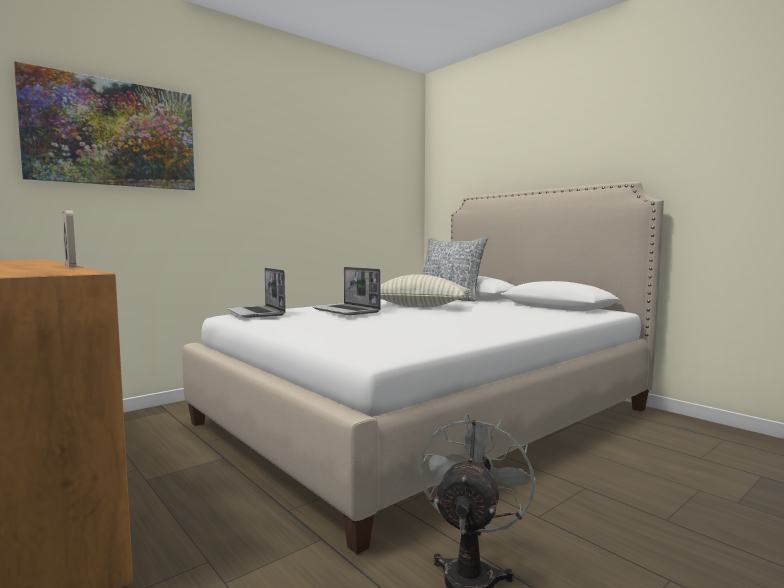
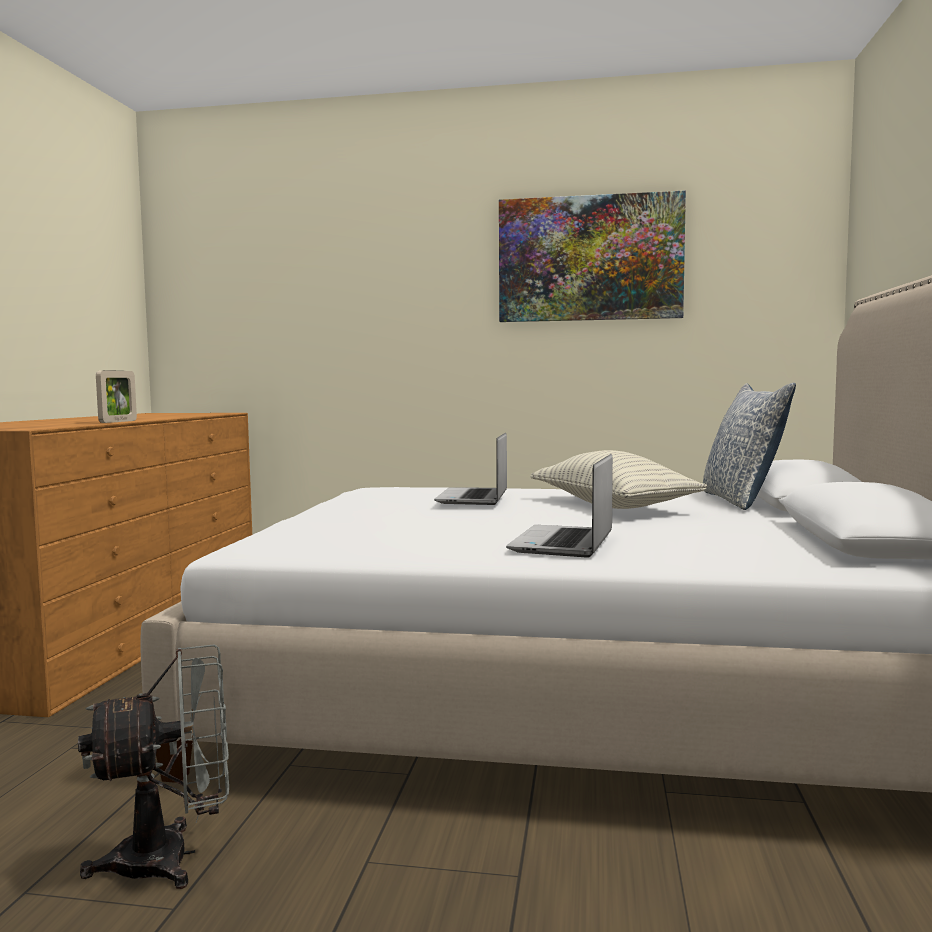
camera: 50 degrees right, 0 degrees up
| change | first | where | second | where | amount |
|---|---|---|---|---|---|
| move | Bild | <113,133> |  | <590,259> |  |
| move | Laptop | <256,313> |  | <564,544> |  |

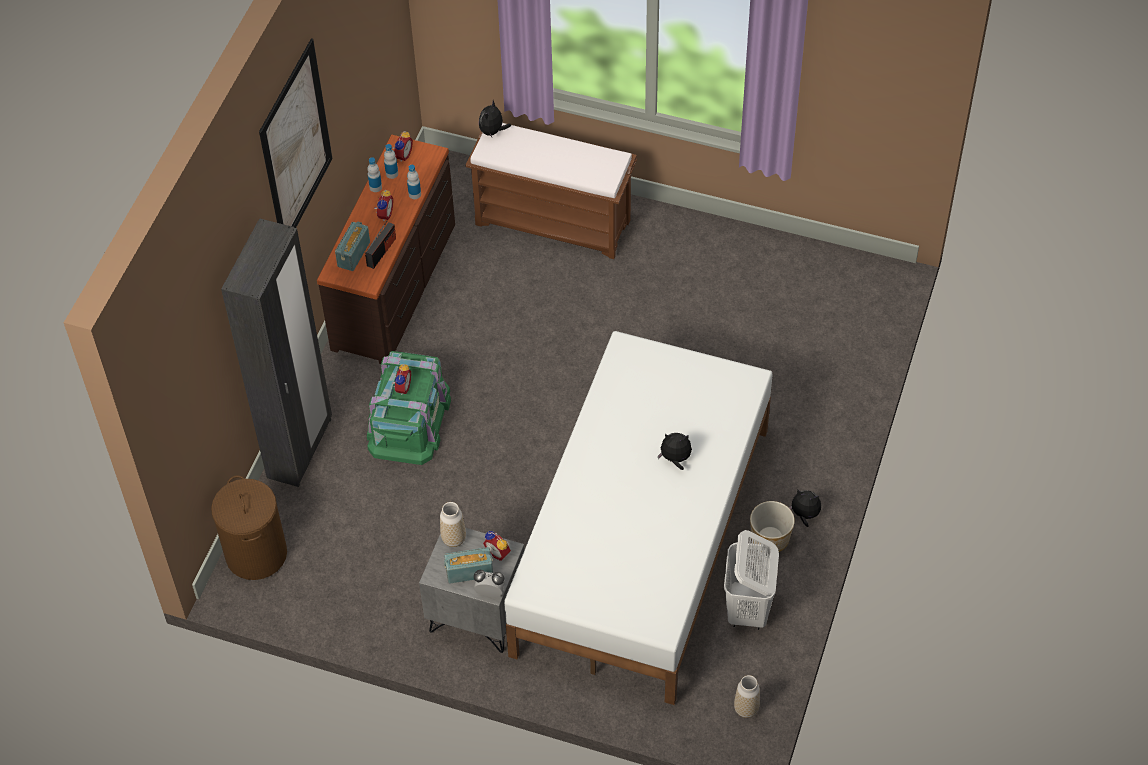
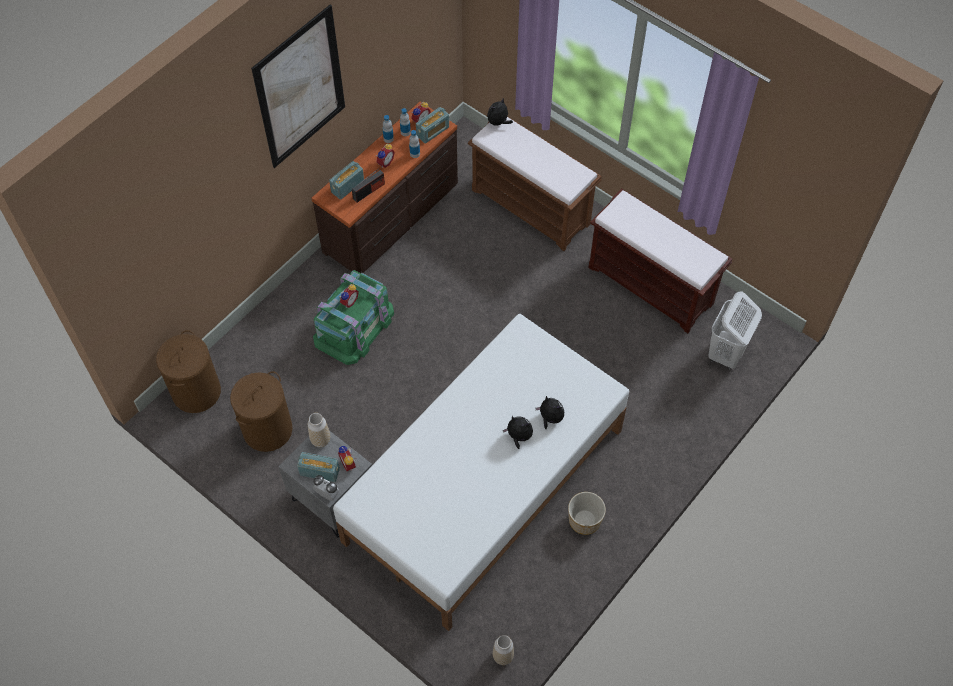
camera: 20 degrees right, 5 degrees up
| change | first | where | second | where | amount |
|---|---|---|---|---|---|
| delete | Kleiderschrank/schwarz | <300,449> |  |  |  |
| move | Wäschekorb/weiß | <748,610> |  | <726,353> |  |
| move | Plüschtier | <804,515> |  | <550,418> |  |
| insert |  |  | Wäschekorb/braun | <267,430> |  |
| insert |  |  | Radio | <433,131> |  |
| insert |  |  | Bank/braun | <652,286> |  |

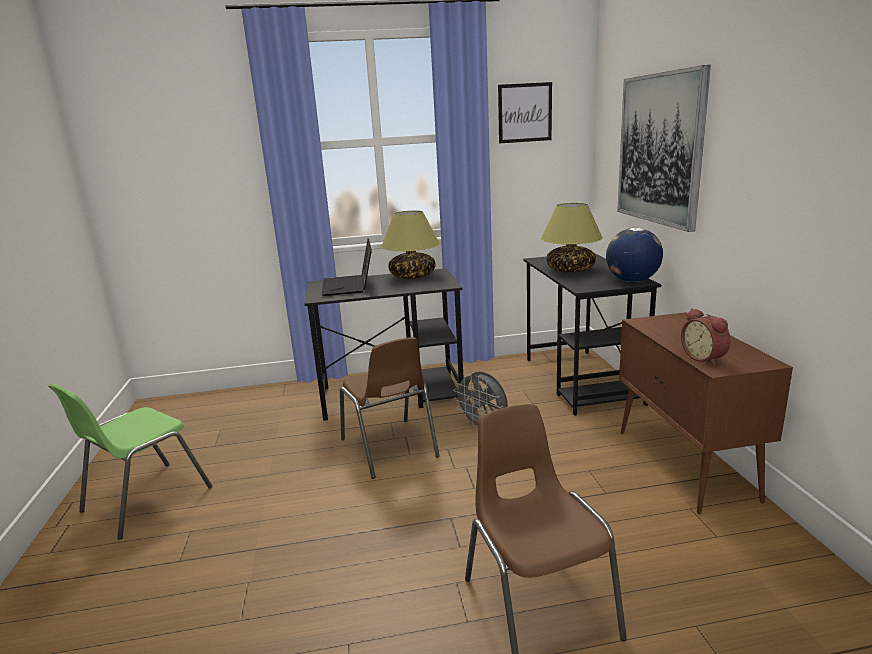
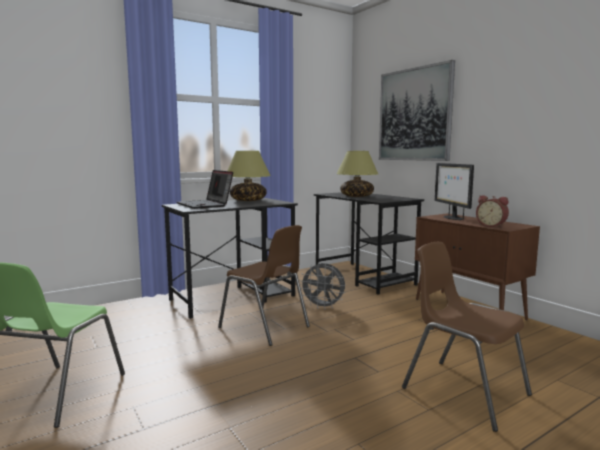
camera: 25 degrees left, 10 degrees down
| change | first | where | second | where | amount |
|---|---|---|---|---|---|
| delete | Bild | <525,113> |  |  |  |
| delete | Globus | <632,281> |  |  |  |
| insert |  |  | Monitor | <452,218> |  |

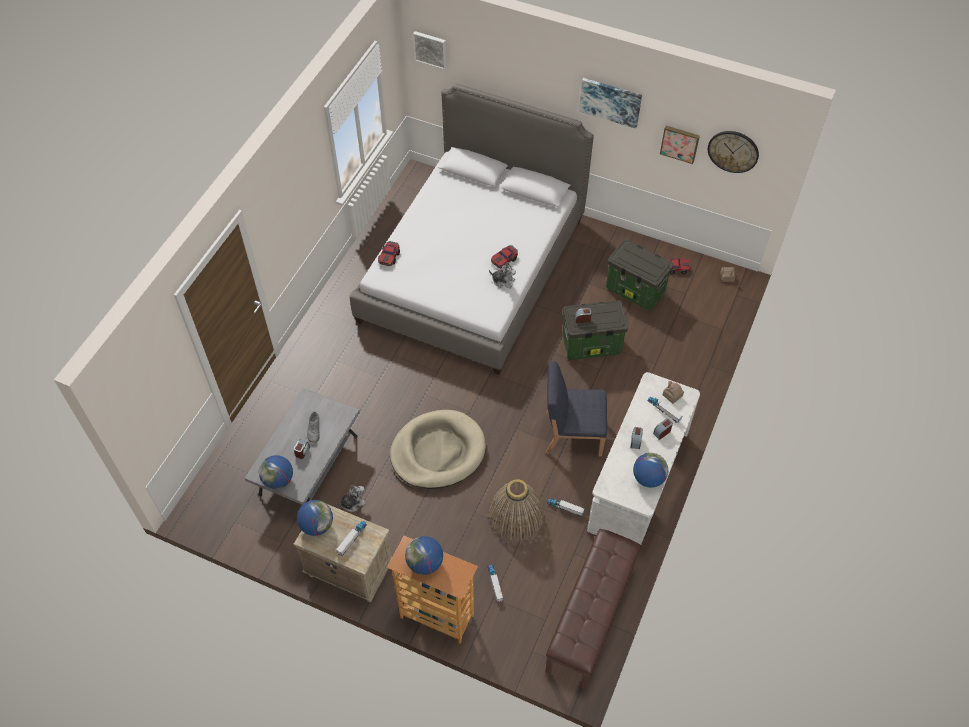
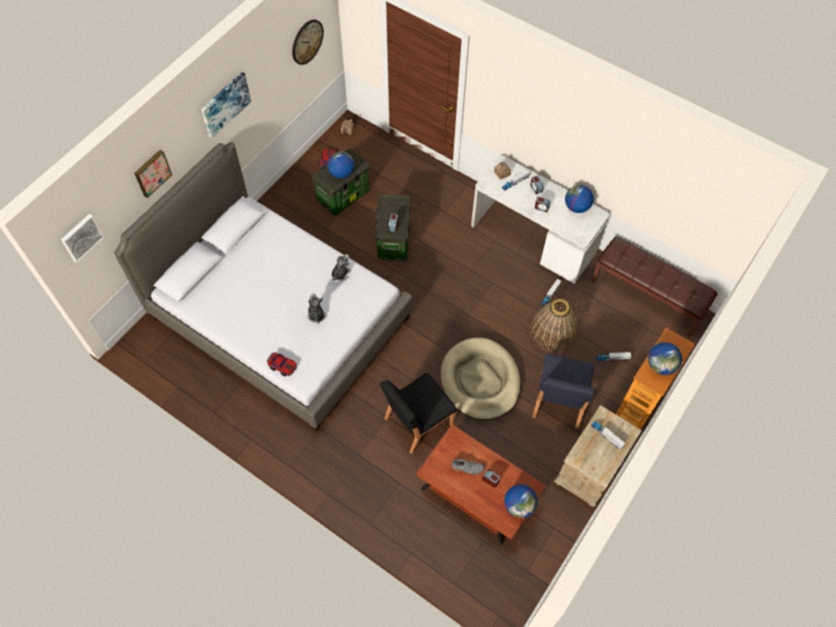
camera: 80 degrees left, 5 degrees up
| change | first | where | second | where | amount |
|---|---|---|---|---|---|
| recolor | Couchtisch/grau | <309,466> | Couchtisch/braun | <476,494> |  |
| move | Globus | <317,525> |  | <341,173> |  |
| move | Plüschtier | <352,502> |  | <316,315> |  |
| delete | Spielzeugauto | <504,259> |  |  |  |
| move | Stuhl/blau | <572,433> |  | <558,400> |  |
| move | Bild | <680,143> |  | <152,172> |  |
| insert |  |  | Stuhl/schwarz | <417,422> |  |

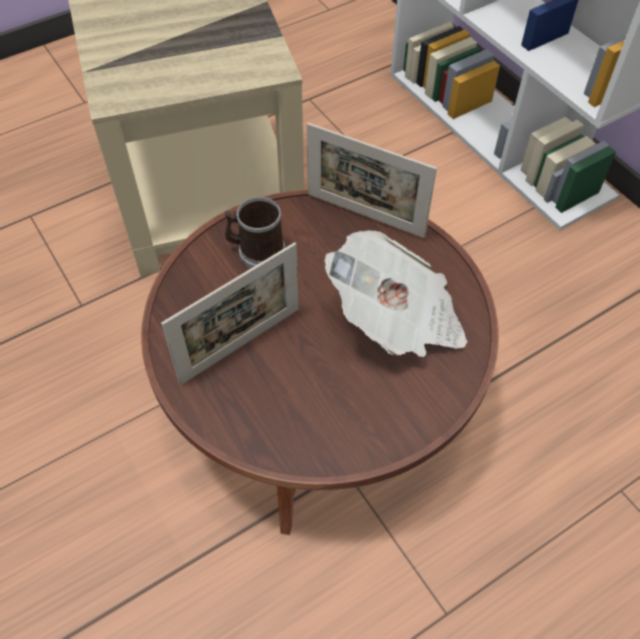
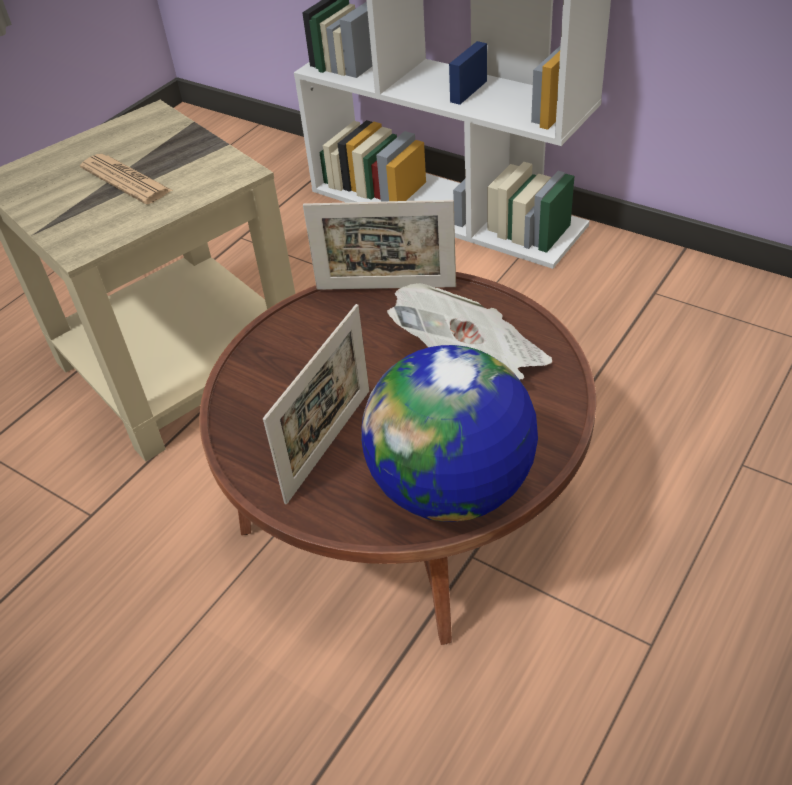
camera: 20 degrees left, 10 degrees down
| change | first | where | second | where | amount |
|---|---|---|---|---|---|
| delete | Henkelbecher | <256,251> |  |  |  |
| insert |  |  | Zeitung | <126,180> |  |
| insert |  |  | Globus | <451,489> |  |

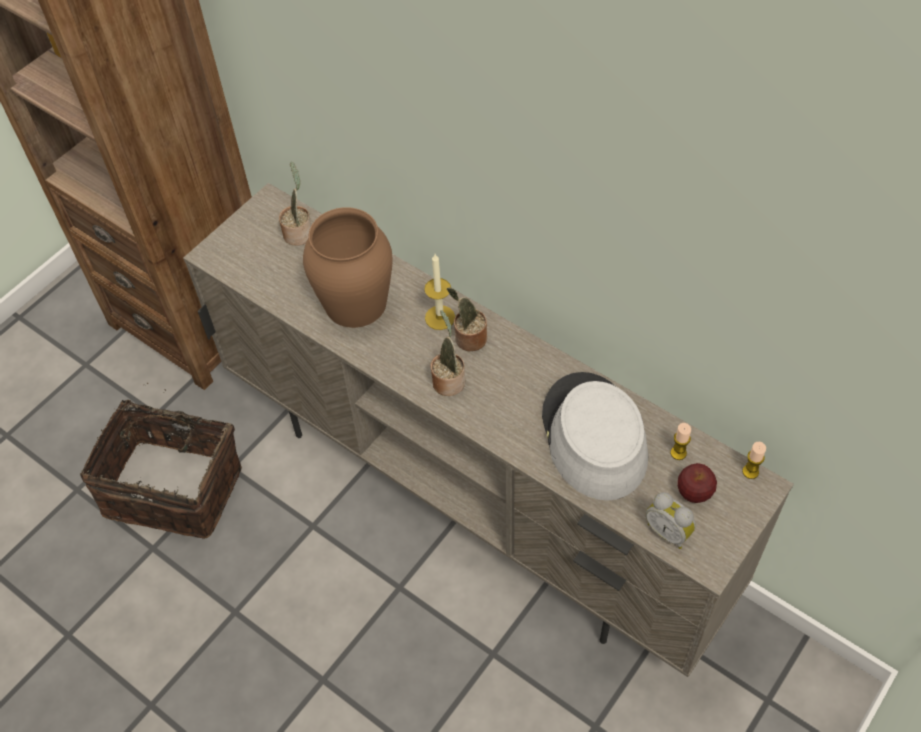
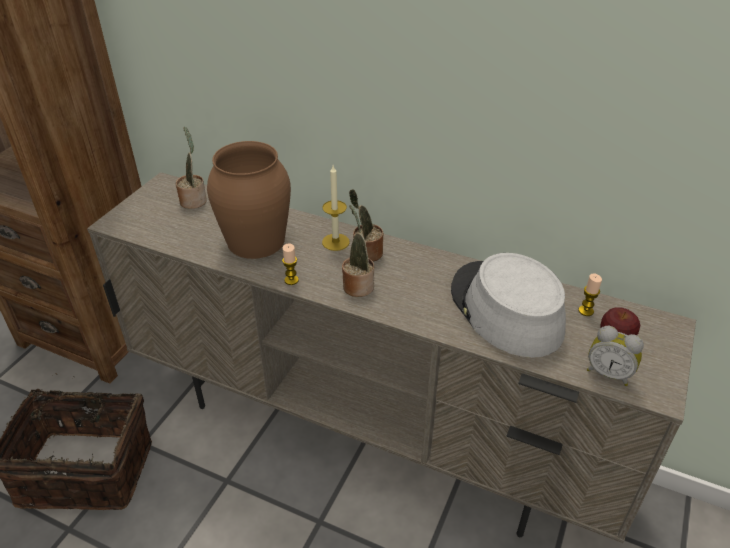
camera: 15 degrees left, 15 degrees down
| change | first | where | second | where | amount |
|---|---|---|---|---|---|
| move | Kerze | <750,472> |  | <291,280> |  |

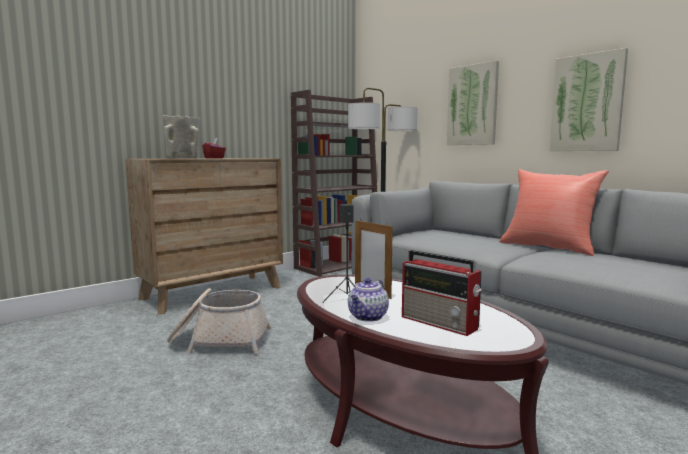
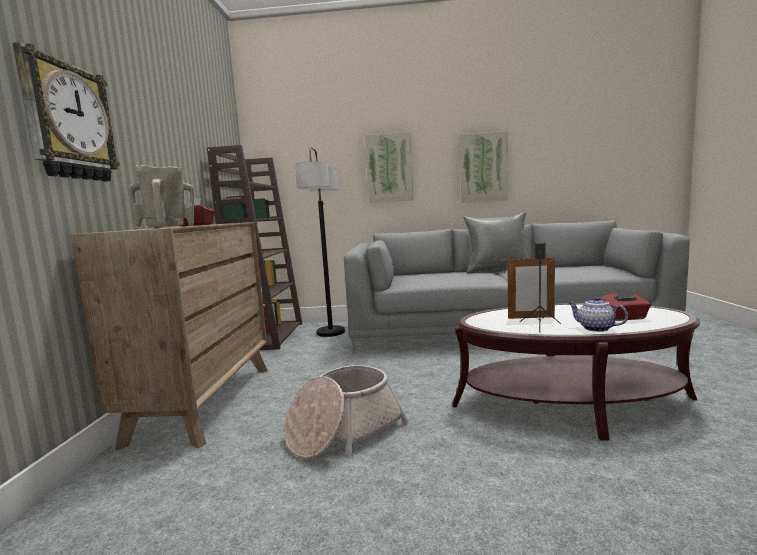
camera: 45 degrees left, 0 degrees up
| change | first | where | second | where | amount |
|---|---|---|---|---|---|
| rotate | Teekanne | <368,317> |  | <595,328> | 150 degrees clockwise |
| replace | Radio | <440,323> | Taschentuchbox/rot | <624,318> |  |
| recolor | Kissen/rot | <548,247> | Kissen/grau | <498,270> |  |
| insert |  |  | Wanduhr | <68,122> |  |

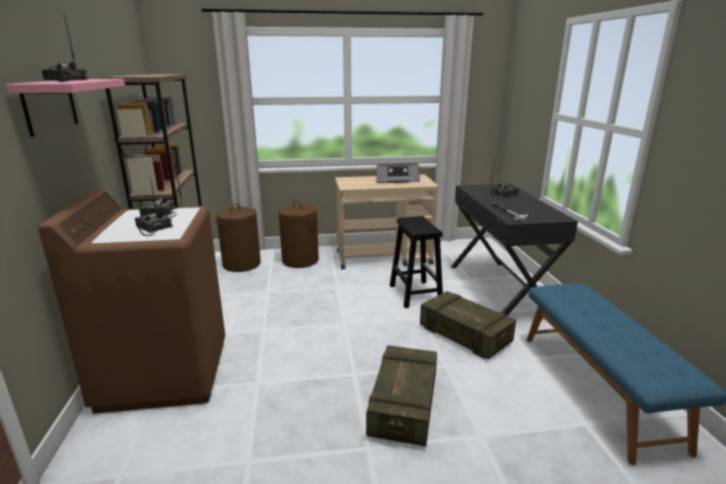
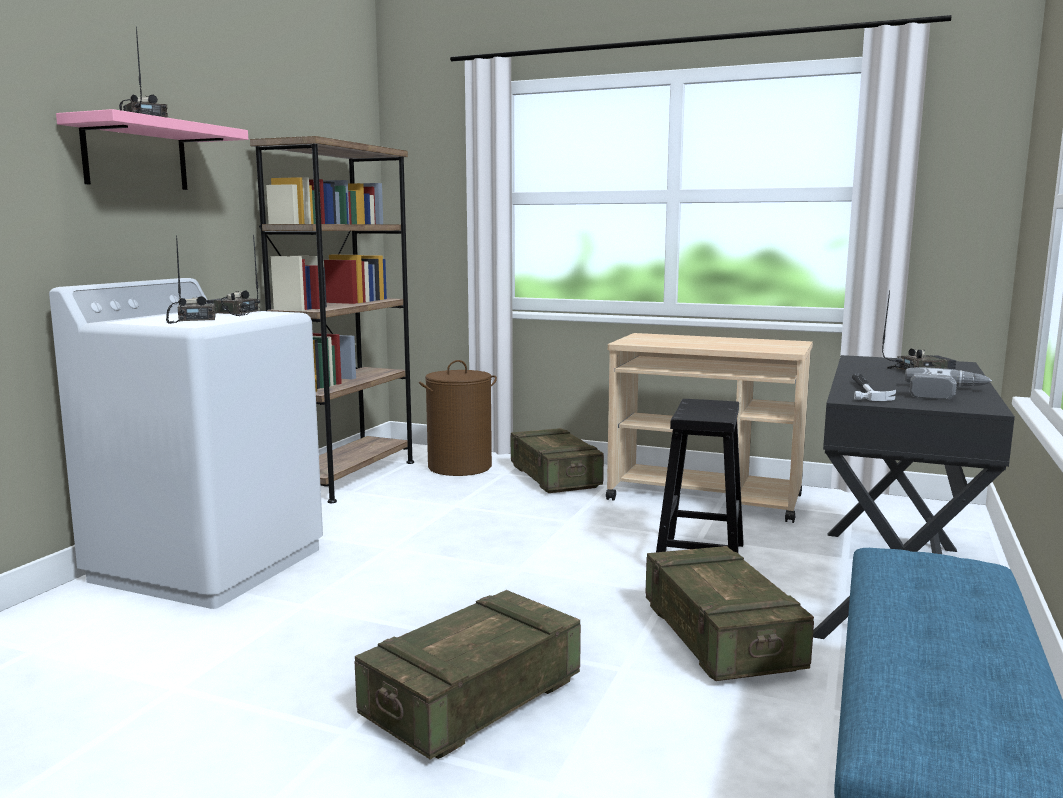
camera: 30 degrees right, 10 degrees down
| change | first | where | second | where | amount |
|---|---|---|---|---|---|
| recolor | Waschmaschine/braun | <165,373> | Waschmaschine/weiß | <209,564> |  |
| replace | Wäschekorb/braun | <300,260> | Kiste | <554,477> |  |
| delete | Radio | <396,180> |  |  |  |
| insert |  |  | Bohrmaschine | <946,393> |  |

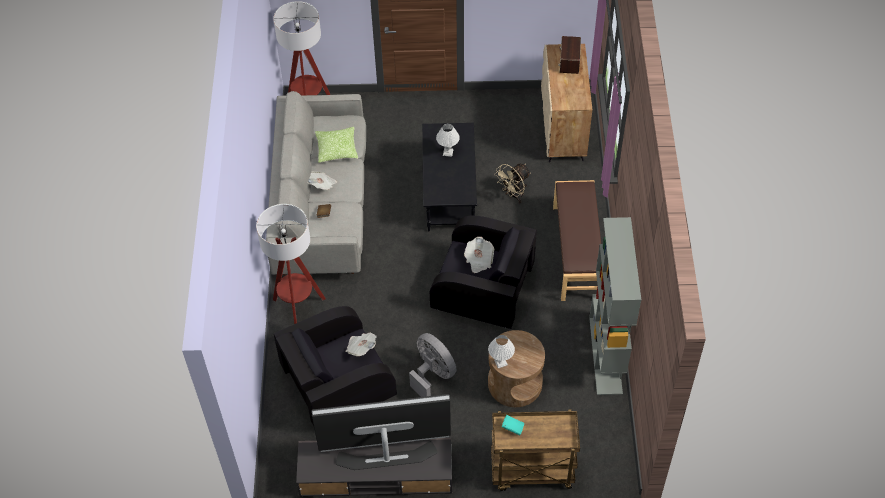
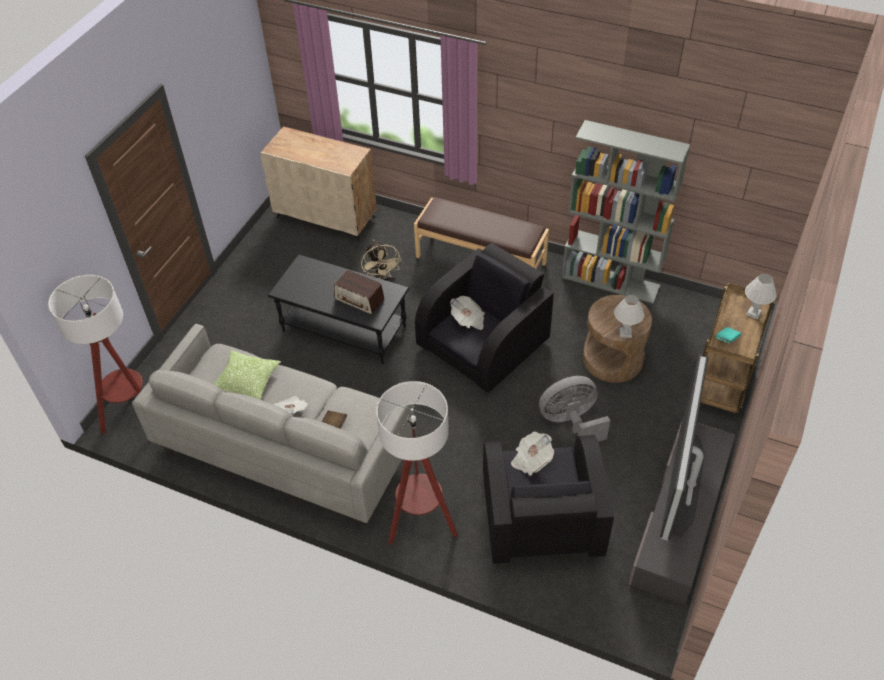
camera: 65 degrees left, 5 degrees down
| change | first | where | second | where | amount |
|---|---|---|---|---|---|
| move | Tischlampe/weiß | <448,152> |  | <753,313> |  |
| move | Radio | <569,61> |  | <359,299> |  |

